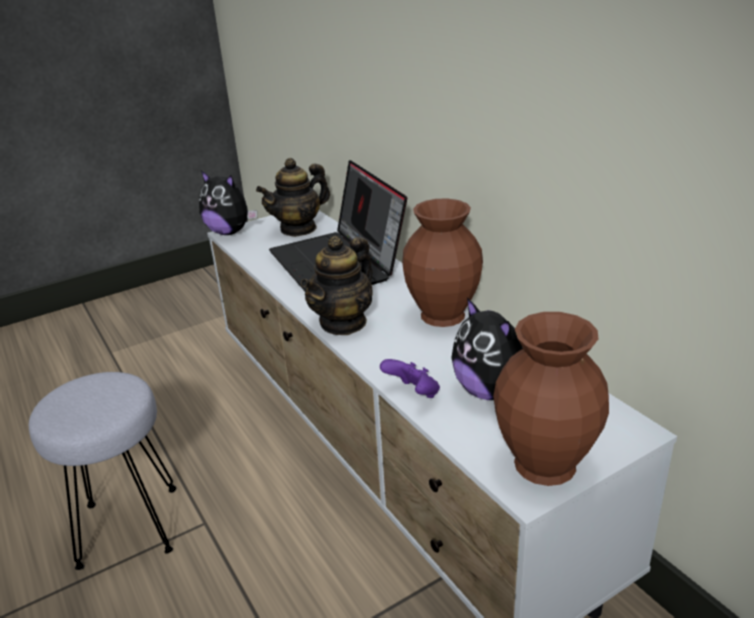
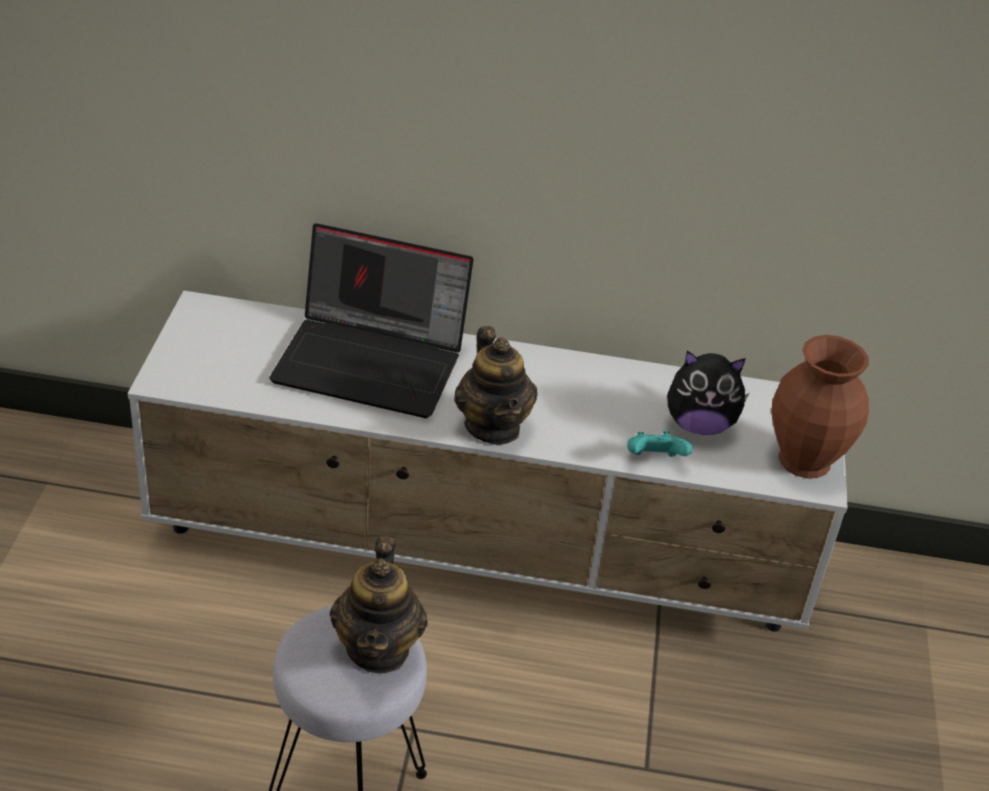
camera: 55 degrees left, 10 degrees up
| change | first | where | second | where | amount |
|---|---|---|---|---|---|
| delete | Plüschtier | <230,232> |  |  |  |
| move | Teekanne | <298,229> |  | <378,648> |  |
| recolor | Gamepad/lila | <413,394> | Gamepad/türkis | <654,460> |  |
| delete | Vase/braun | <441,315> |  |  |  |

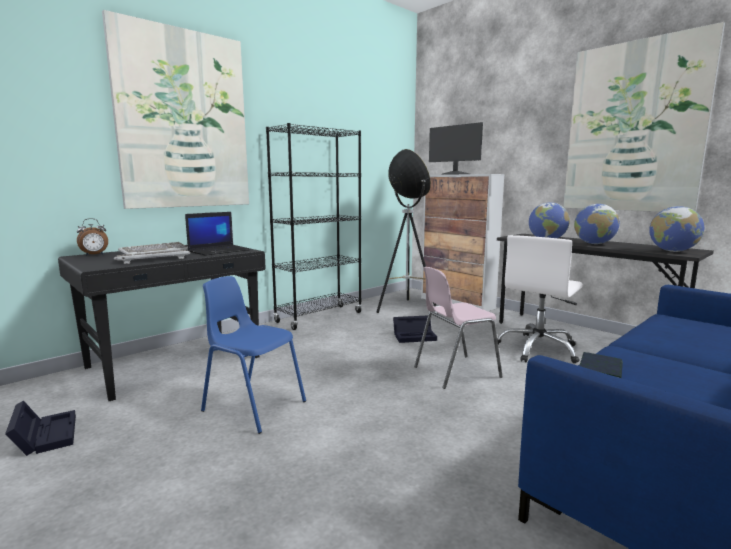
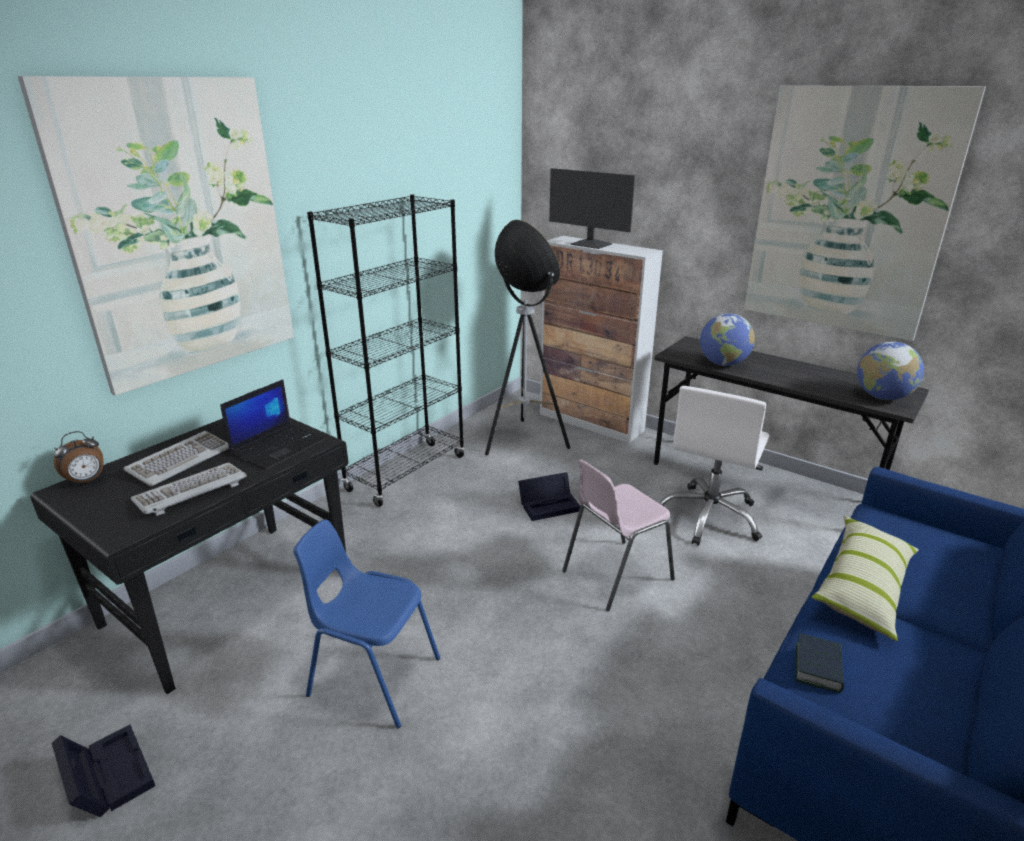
camera: 10 degrees left, 15 degrees up
| change | first | where | second | where | amount |
|---|---|---|---|---|---|
| delete | Globus | <594,244> |  |  |  |
| insert |  |  | Kissen | <863,587> |  |

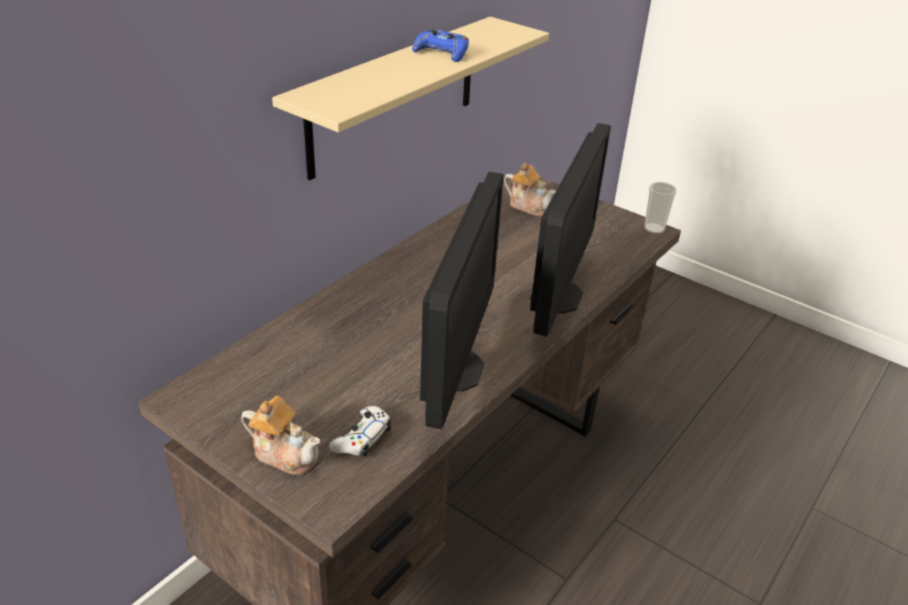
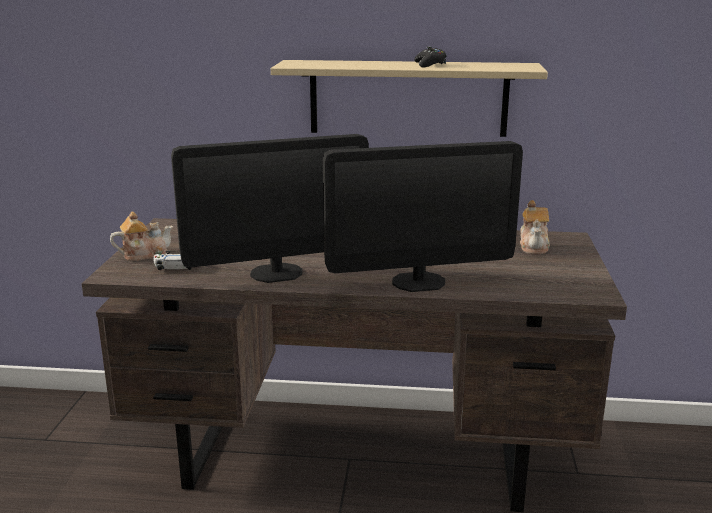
camera: 60 degrees right, 15 degrees down
| change | first | where | second | where | amount |
|---|---|---|---|---|---|
| rotate | Teekanne | <285,453> |  | <144,254> | 105 degrees counterclockwise |
| recolor | Gamepad/blau | <442,53> | Gamepad/schwarz | <430,64> |  |
| delete | Tasse | <654,229> |  |  |  |

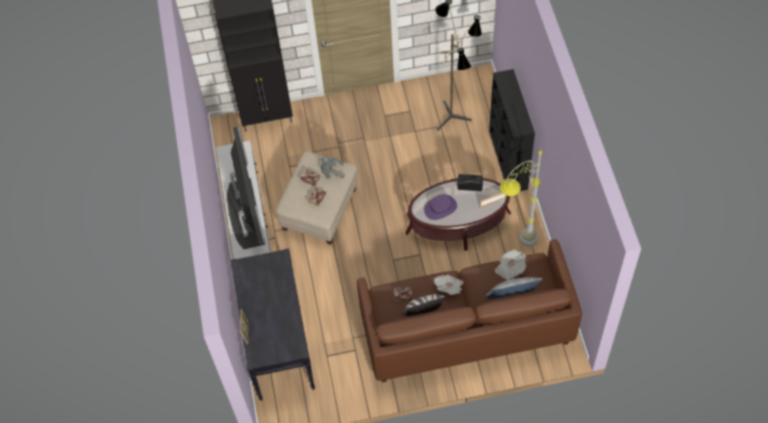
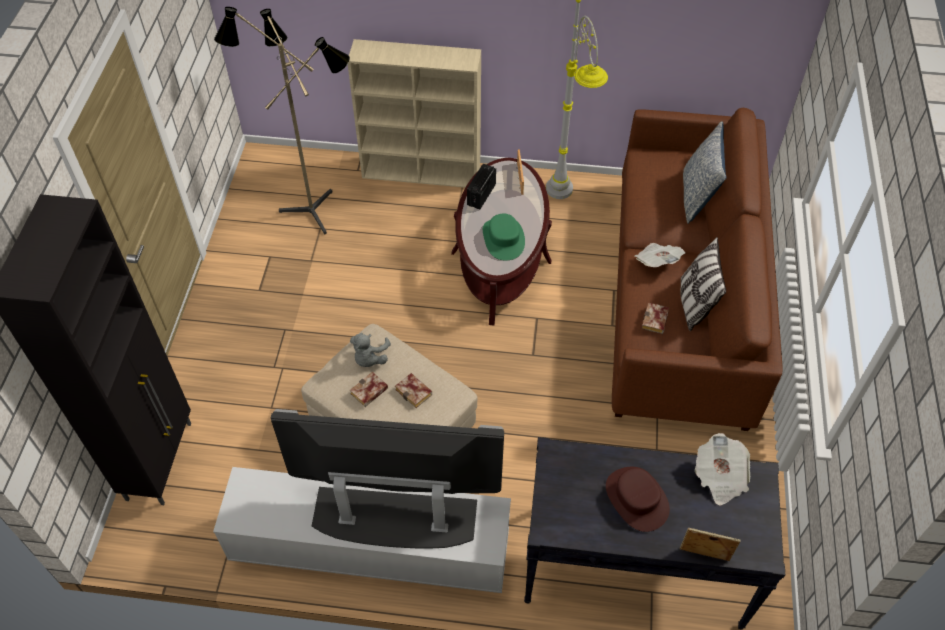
camera: 75 degrees left, 5 degrees down
| change | first | where | second | where | amount |
|---|---|---|---|---|---|
| recolor | Hut/lila | <440,208> | Hut/grün | <503,239> |  |
| recolor | Bücherregal/schwarz | <508,160> | Bücherregal/beige | <422,172> |  |
| move | Zeitung | <510,269> |  | <720,477> |  |
| insert |  |  | Hut/braun | <636,499> |  |

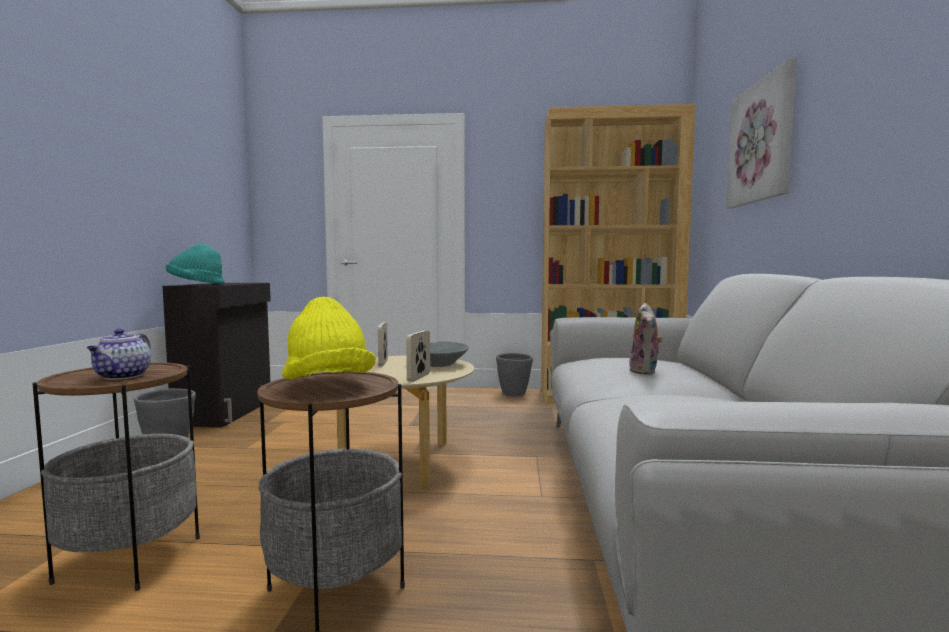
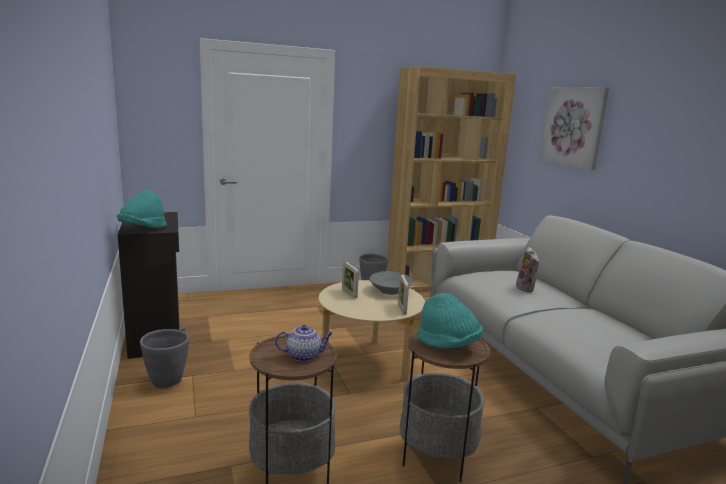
camera: 25 degrees left, 10 degrees up
| change | first | where | second | where | amount |
|---|---|---|---|---|---|
| rotate | Teekanne | <122,376> |  | <304,355> | 75 degrees counterclockwise |
| recolor | Hut/gelb | <328,384> | Hut/türkis | <448,345> |  |

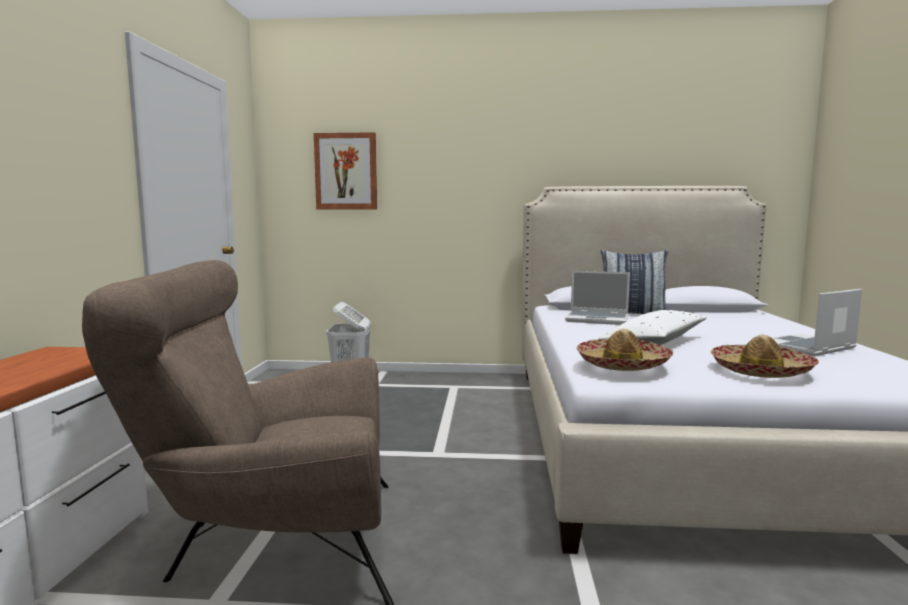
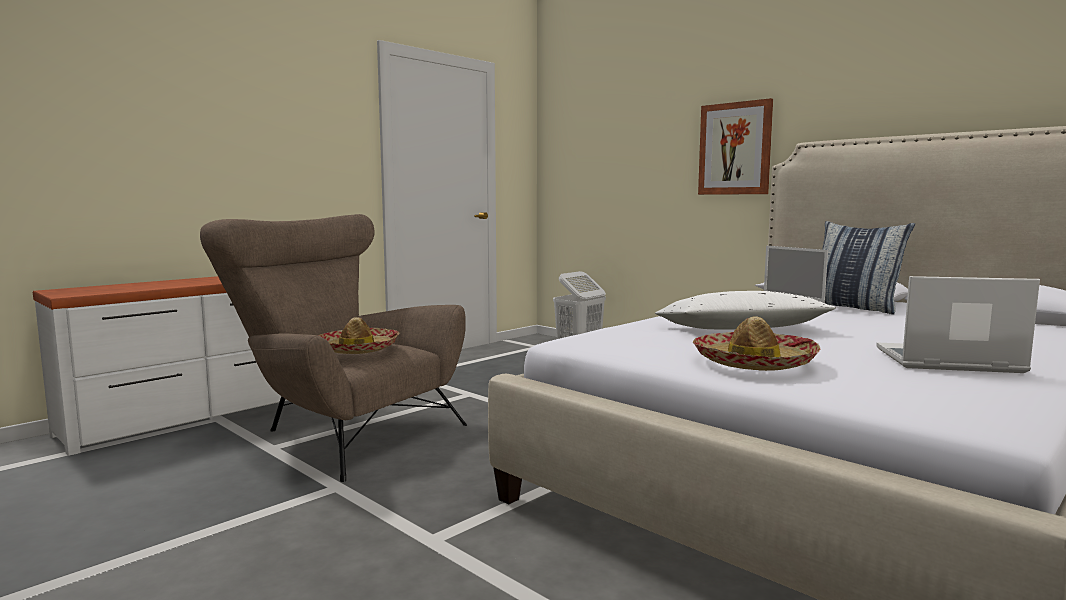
camera: 40 degrees right, 0 degrees up
| change | first | where | second | where | amount |
|---|---|---|---|---|---|
| move | Bild | <346,171> |  | <735,149> |  |
| move | Hut | <622,364> |  | <357,349> |  |

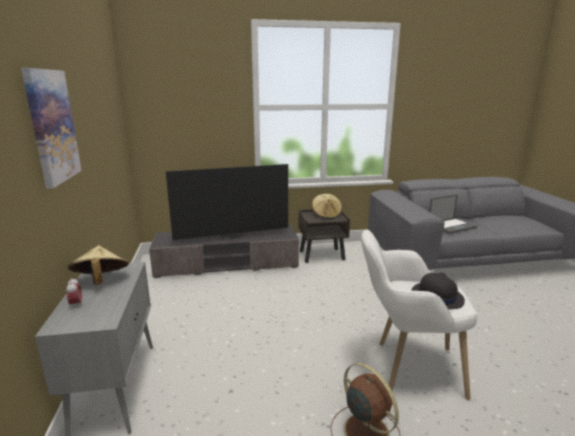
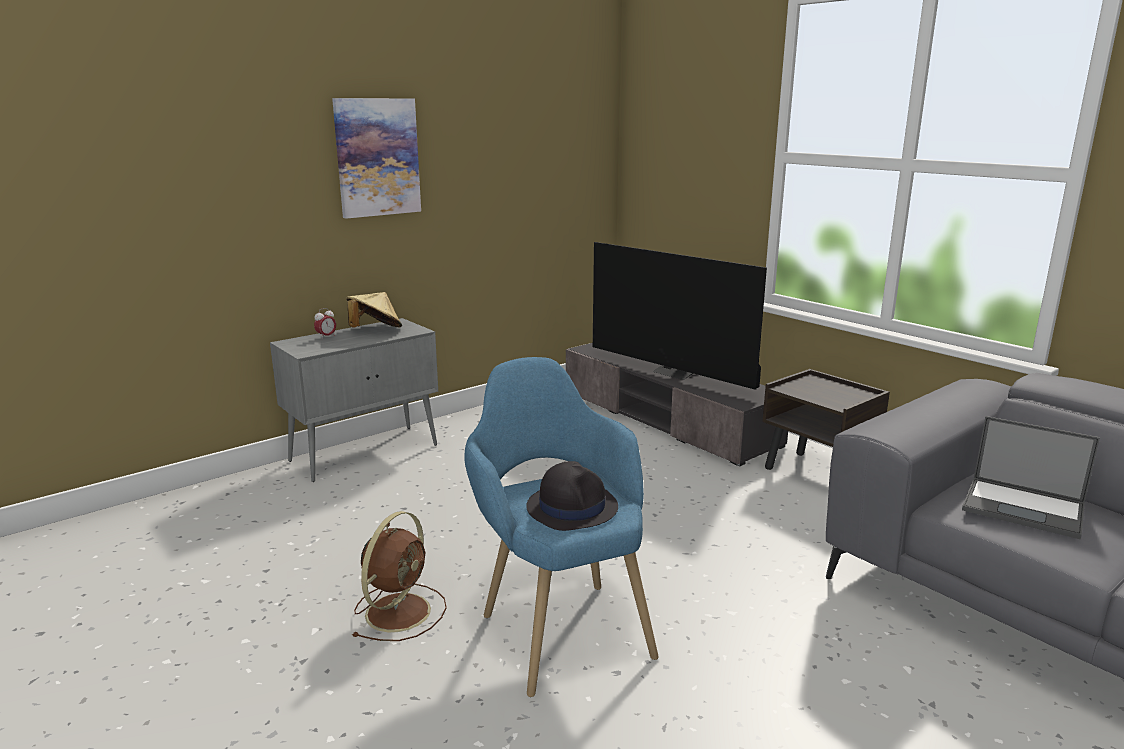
camera: 60 degrees right, 0 degrees up
| change | first | where | second | where | amount |
|---|---|---|---|---|---|
| delete | Hut/beige | <326,215> |  |  |  |
| recolor | Sessel/weiß | <406,368> | Sessel/blau | <558,623> |  |

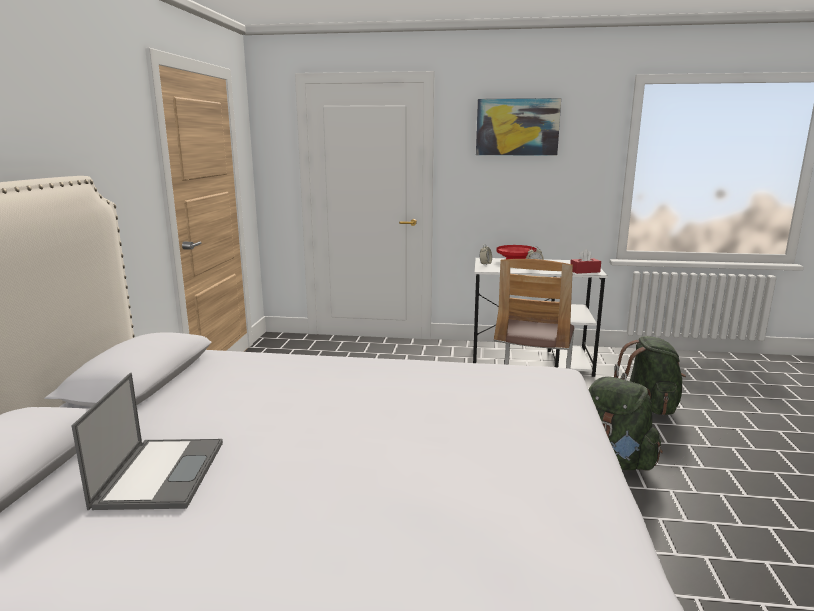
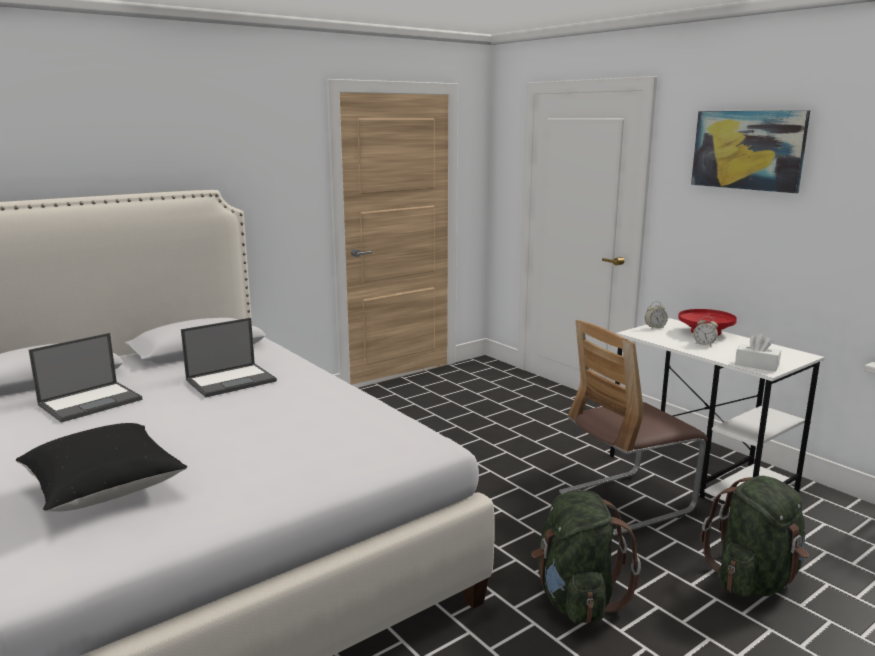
camera: 45 degrees right, 0 degrees up
| change | first | where | second | where | amount |
|---|---|---|---|---|---|
| recolor | Taschentuchbox/rot | <584,271> | Taschentuchbox/weiß | <756,365> |  |
| insert |  |  | Kissen/schwarz | <104,489> |  |
| insert |  |  | Laptop | <232,380> |  |

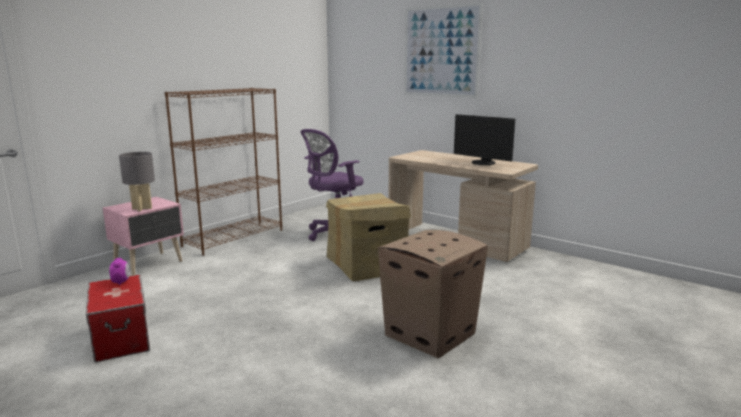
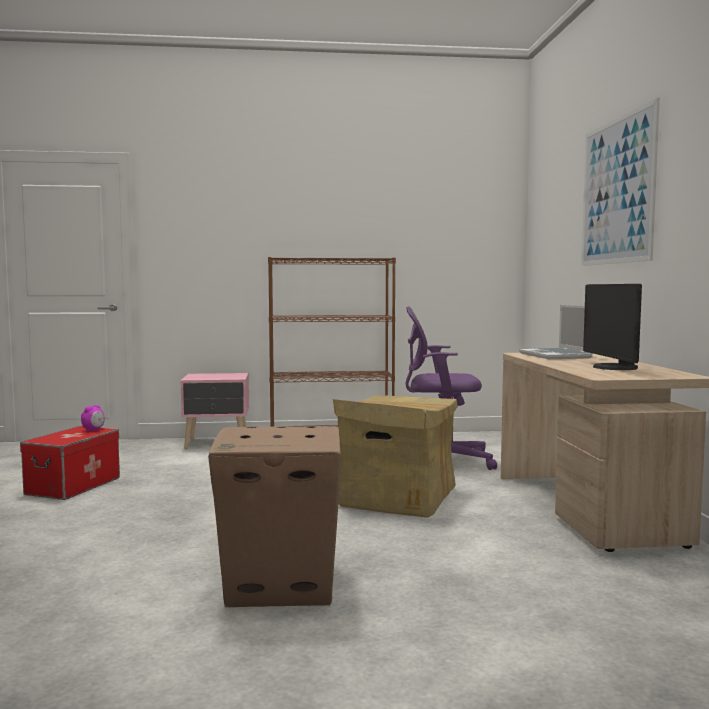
camera: 45 degrees right, 10 degrees down
| change | first | where | second | where | amount |
|---|---|---|---|---|---|
| delete | Tischlampe/grau | <141,208> |  |  |  |
| insert |  |  | Laptop | <556,356> |  |

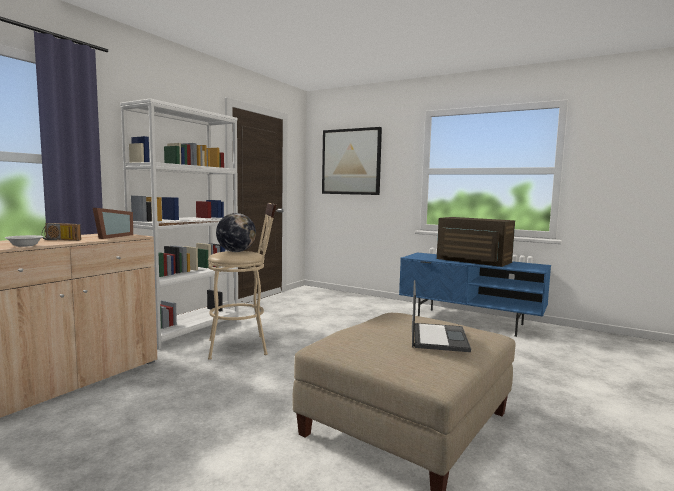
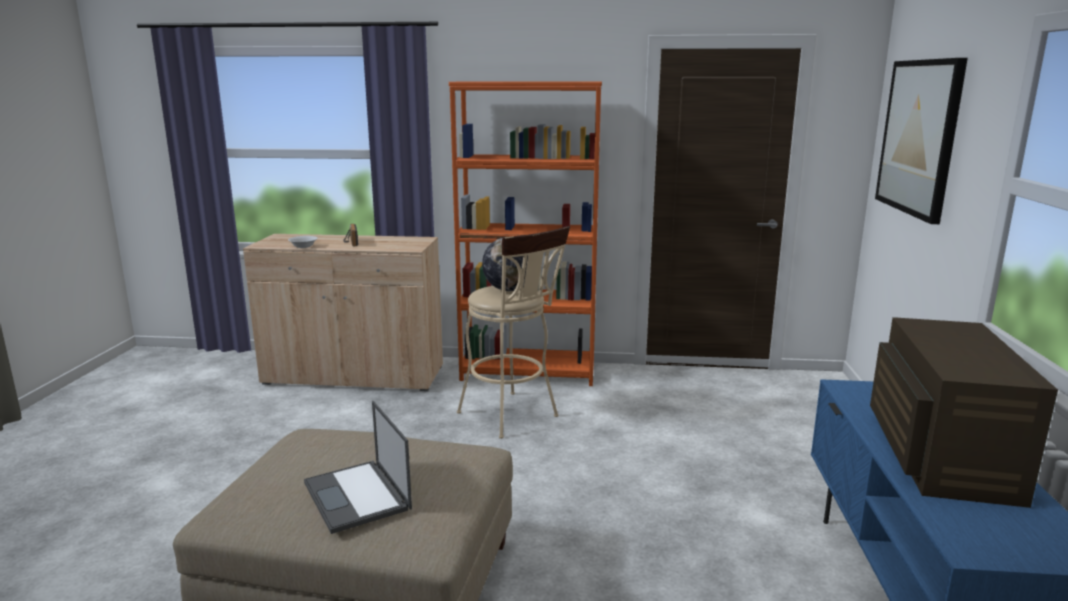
camera: 65 degrees right, 10 degrees up
| change | first | where | second | where | amount |
|---|---|---|---|---|---|
| delete | Bilderrahmen | <111,236> |  |  |  |
| recolor | Bücherregal/weiß | <188,330> | Bücherregal/orange | <528,372> |  |
| rotate | Laptop | <438,337> |  | <358,496> | 75 degrees clockwise |

